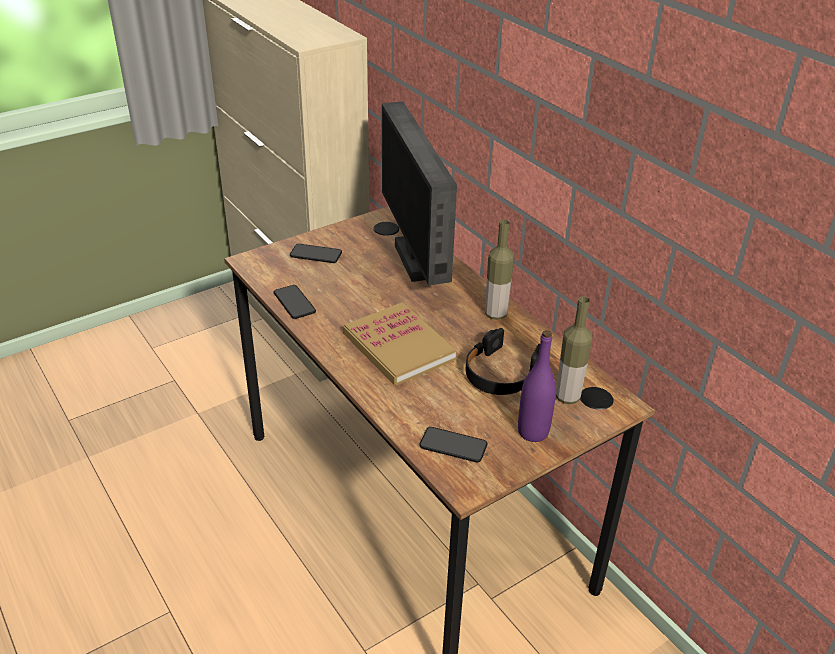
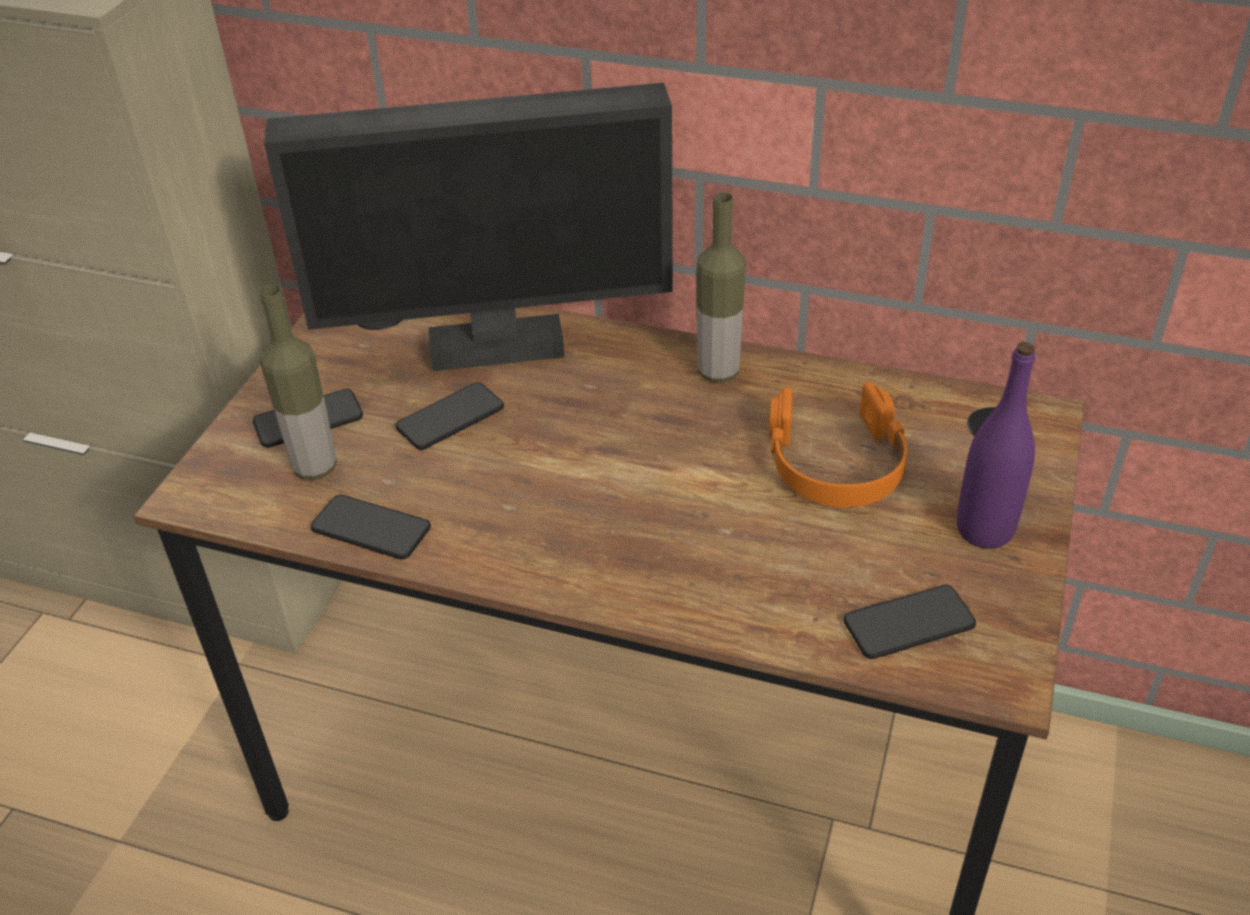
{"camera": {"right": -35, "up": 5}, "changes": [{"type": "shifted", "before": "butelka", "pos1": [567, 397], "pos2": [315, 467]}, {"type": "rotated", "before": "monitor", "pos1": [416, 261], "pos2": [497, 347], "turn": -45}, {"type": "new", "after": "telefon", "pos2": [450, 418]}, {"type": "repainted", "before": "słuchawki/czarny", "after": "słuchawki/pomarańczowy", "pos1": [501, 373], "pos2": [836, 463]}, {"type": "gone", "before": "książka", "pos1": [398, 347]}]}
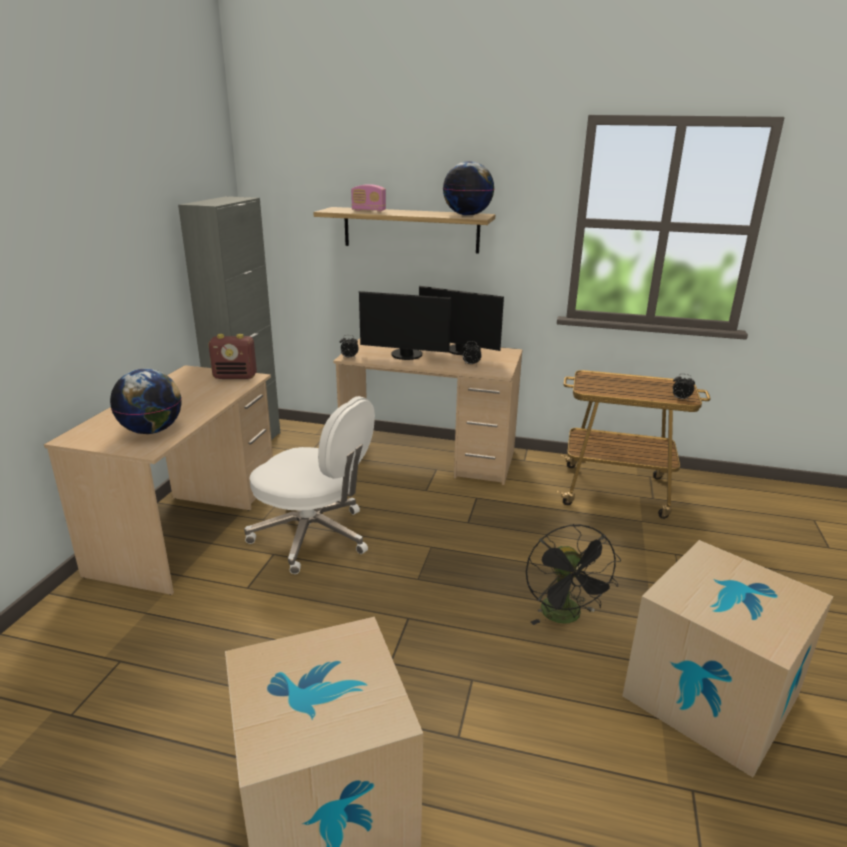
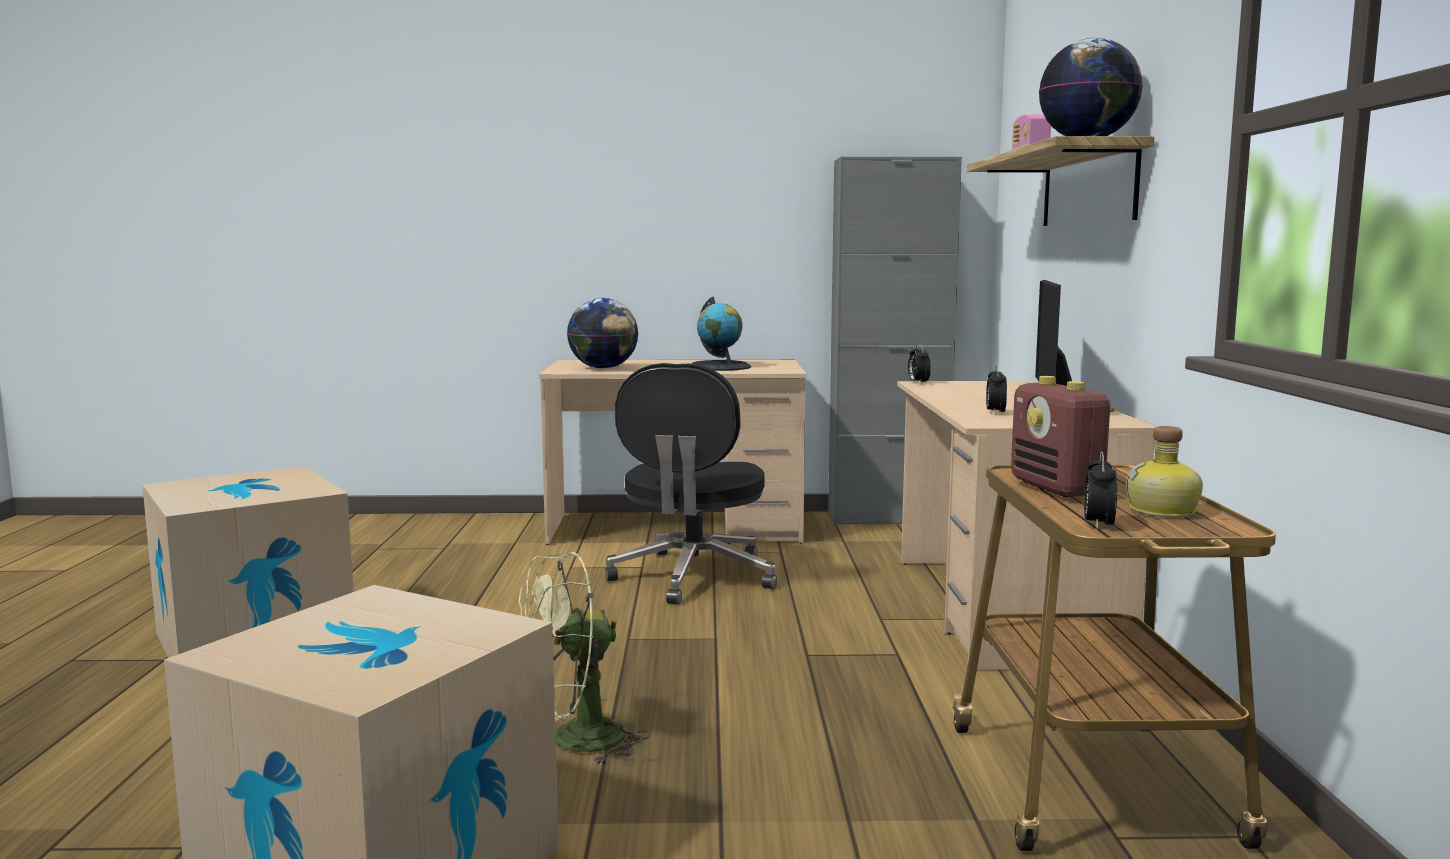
{"camera": {"right": 75, "up": -15}, "changes": [{"type": "repainted", "before": "wentylator/czarny", "after": "wentylator/zielony", "pos1": [565, 617], "pos2": [573, 742]}, {"type": "repainted", "before": "krzesło biurowe/biały", "after": "krzesło biurowe/czarny", "pos1": [314, 536], "pos2": [693, 577]}, {"type": "new", "after": "globus", "pos2": [720, 367]}, {"type": "shifted", "before": "radio", "pos1": [235, 376], "pos2": [1057, 488]}, {"type": "new", "after": "butelka", "pos2": [1164, 512]}, {"type": "gone", "before": "monitor", "pos1": [406, 356]}]}
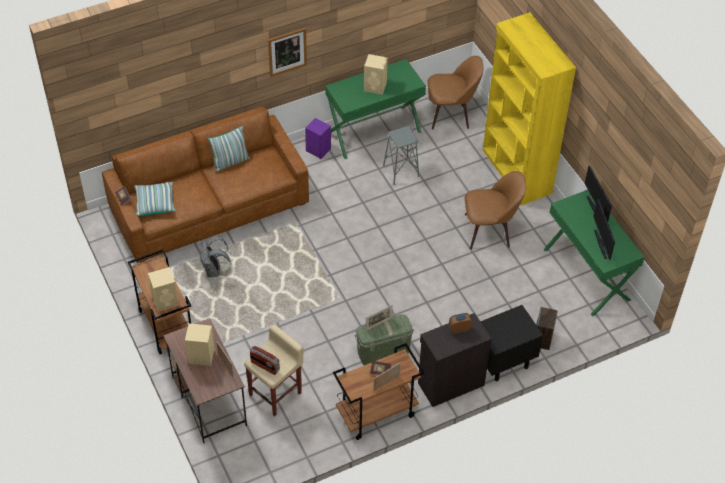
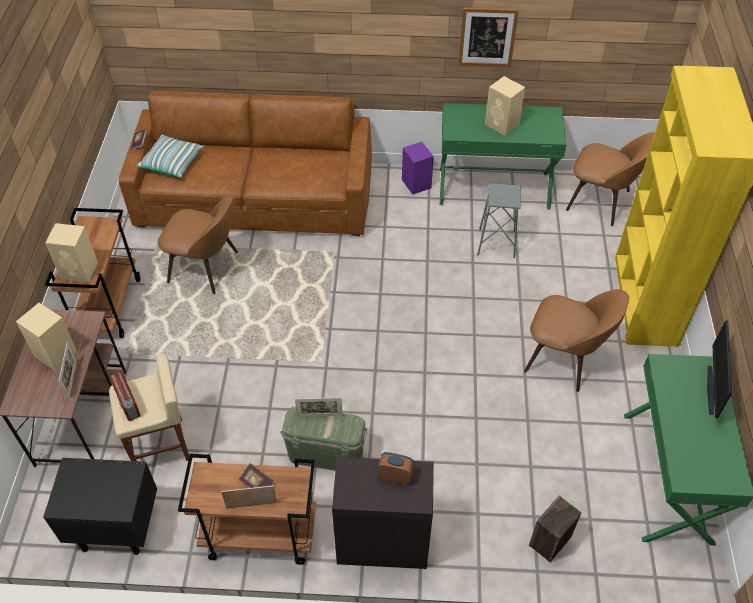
{"camera": {"right": 30, "up": 0}, "changes": [{"type": "shifted", "before": "szafka nocna/czarny", "pos1": [502, 361], "pos2": [115, 527]}, {"type": "swapped", "before": "plecak/szary", "after": "krzesło/brązowy", "pos1": [214, 270], "pos2": [206, 268]}, {"type": "shifted", "before": "obraz", "pos1": [287, 51], "pos2": [487, 37]}, {"type": "gone", "before": "poduszka", "pos1": [230, 162]}, {"type": "gone", "before": "monitor", "pos1": [601, 244]}]}
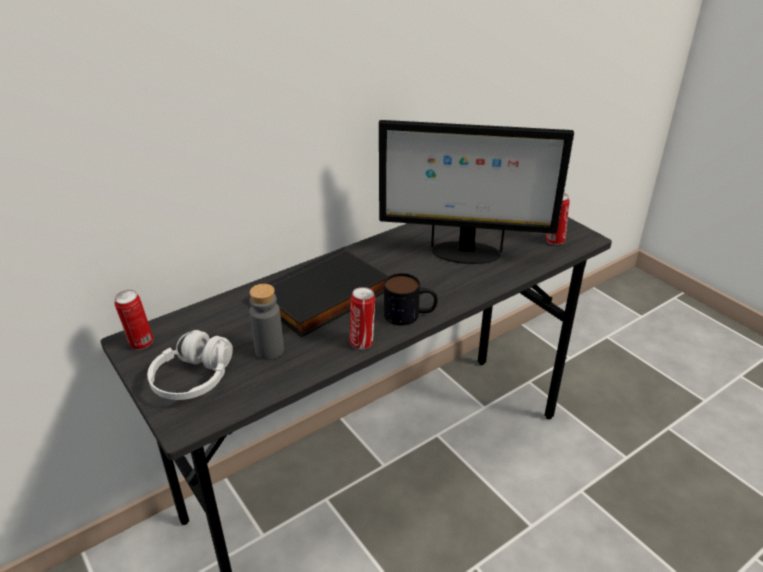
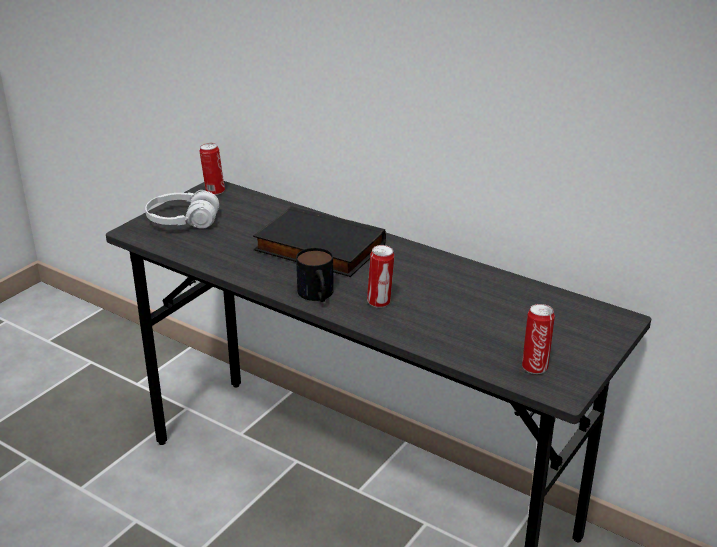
{"camera": {"right": 70, "up": -5}, "changes": [{"type": "shifted", "before": "puszka", "pos1": [362, 342], "pos2": [380, 302]}, {"type": "gone", "before": "butelka/szary", "pos1": [269, 350]}, {"type": "gone", "before": "monitor", "pos1": [464, 253]}]}
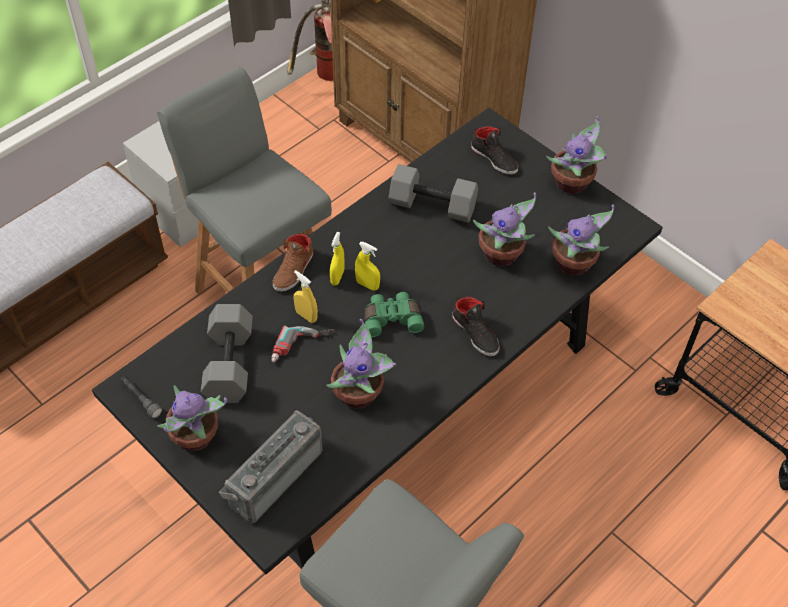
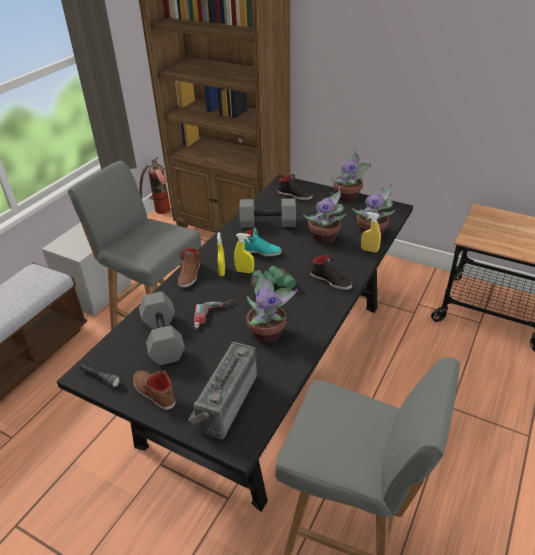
{"camera": {"right": -15, "up": -15}, "changes": [{"type": "swapped", "before": "roślina doniczkowa", "after": "but/brązowy", "pos1": [196, 438], "pos2": [153, 392]}, {"type": "new", "after": "but/turkusowy", "pos2": [260, 251]}, {"type": "shifted", "before": "spryskiwacz/żółty", "pos1": [306, 316], "pos2": [369, 250]}]}
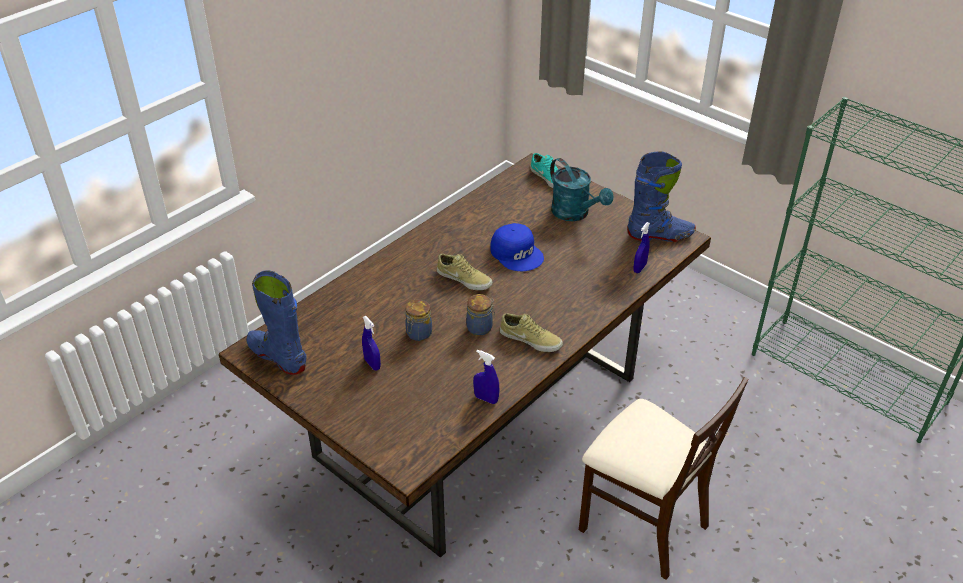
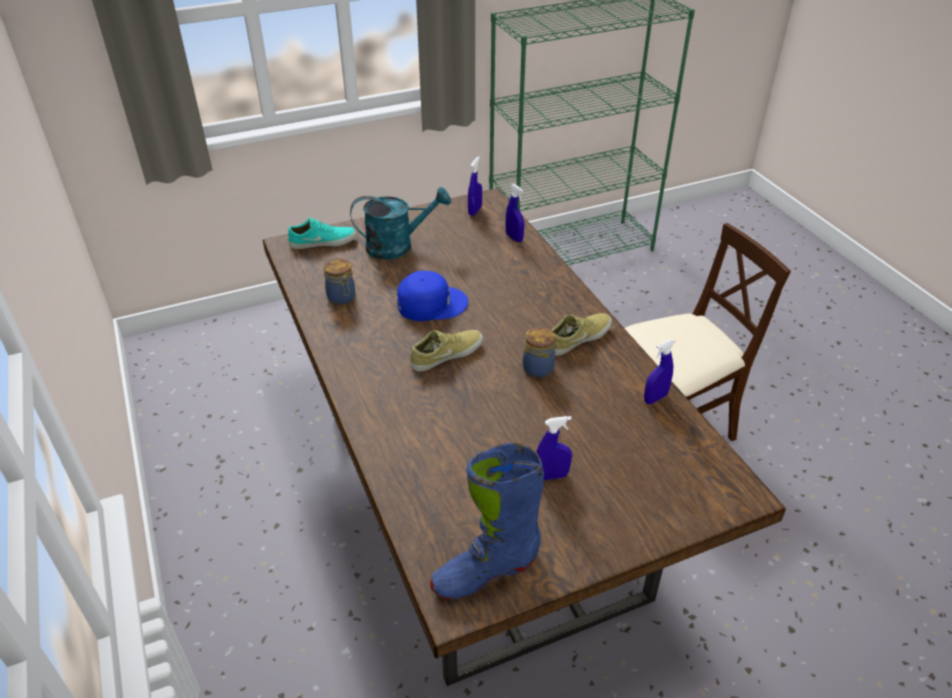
{"camera": {"right": -65, "up": 0}, "changes": [{"type": "shifted", "before": "słoik", "pos1": [418, 334], "pos2": [342, 298]}, {"type": "swapped", "before": "but z cholewką/niebieski", "after": "spryskiwacz/niebieski", "pos1": [660, 235], "pos2": [475, 211]}]}
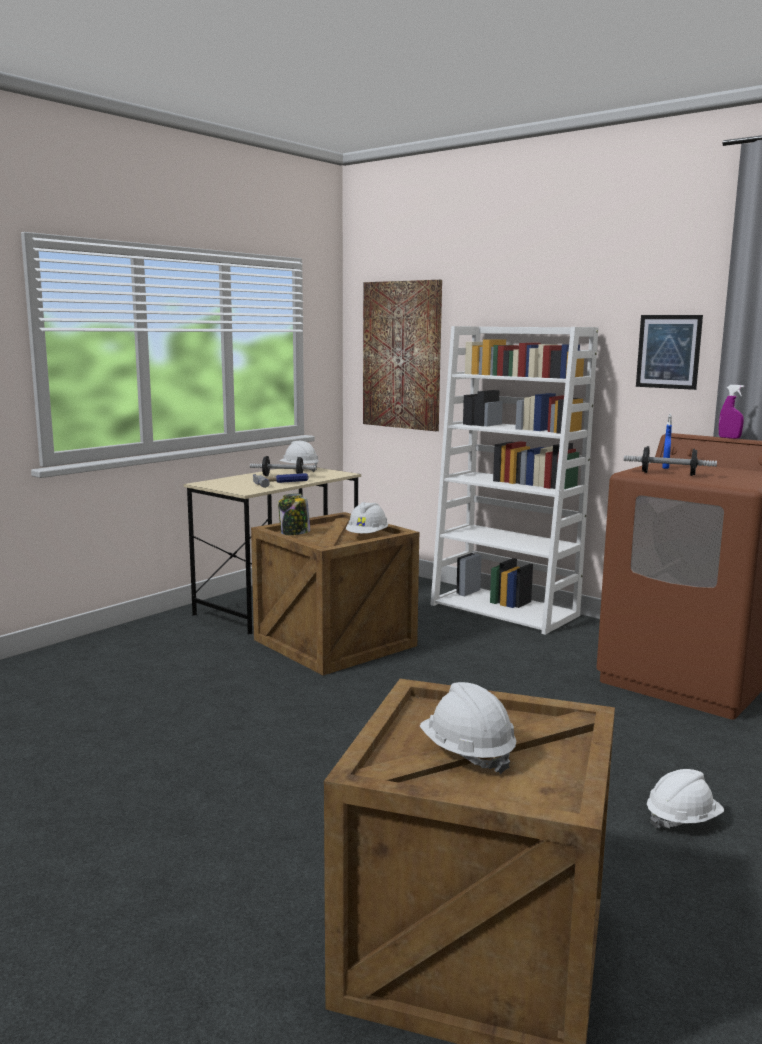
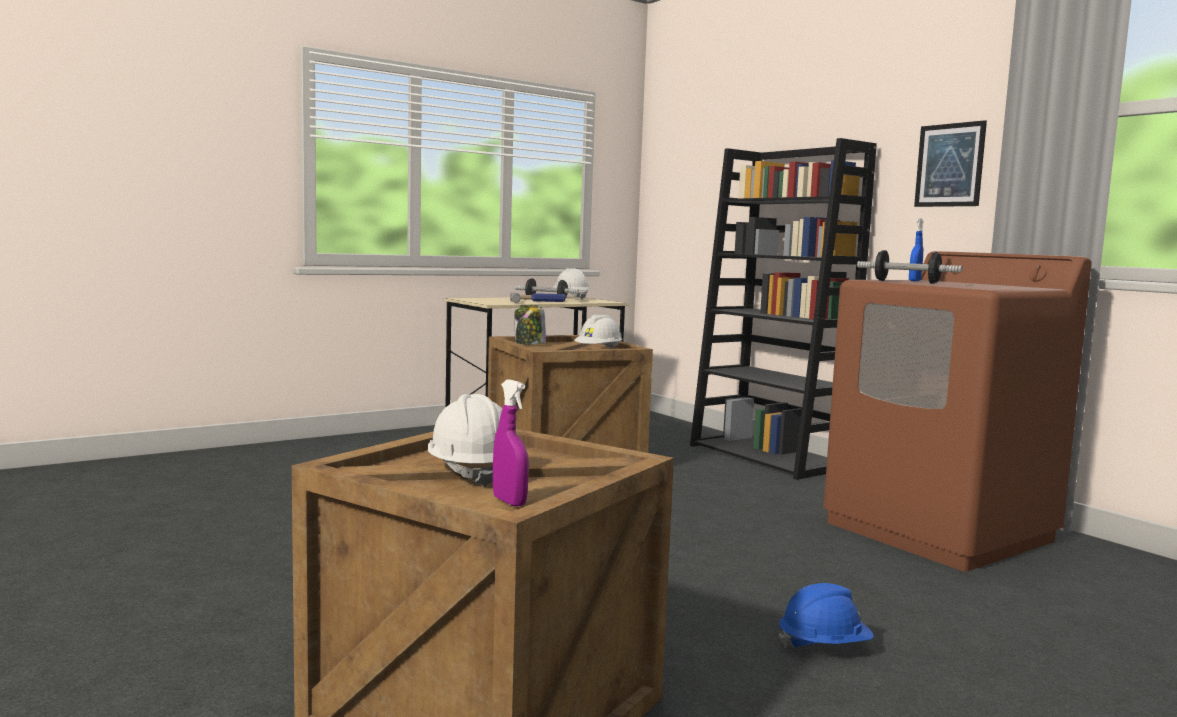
{"camera": {"right": 15, "up": -5}, "changes": [{"type": "shifted", "before": "spryskiwacz/fioletowy", "pos1": [729, 438], "pos2": [509, 502]}, {"type": "repainted", "before": "regał/biały", "after": "regał/czarny", "pos1": [506, 610], "pos2": [769, 457]}, {"type": "repainted", "before": "kask/biały", "after": "kask/niebieski", "pos1": [682, 820], "pos2": [824, 646]}, {"type": "gone", "before": "obraz", "pos1": [402, 355]}]}
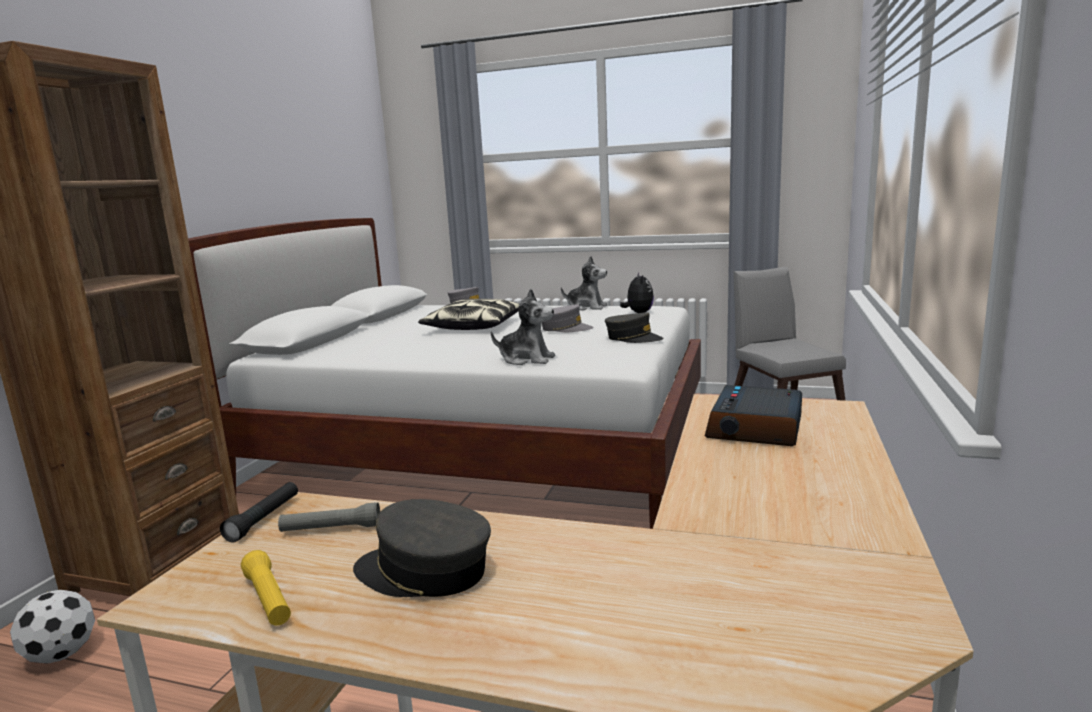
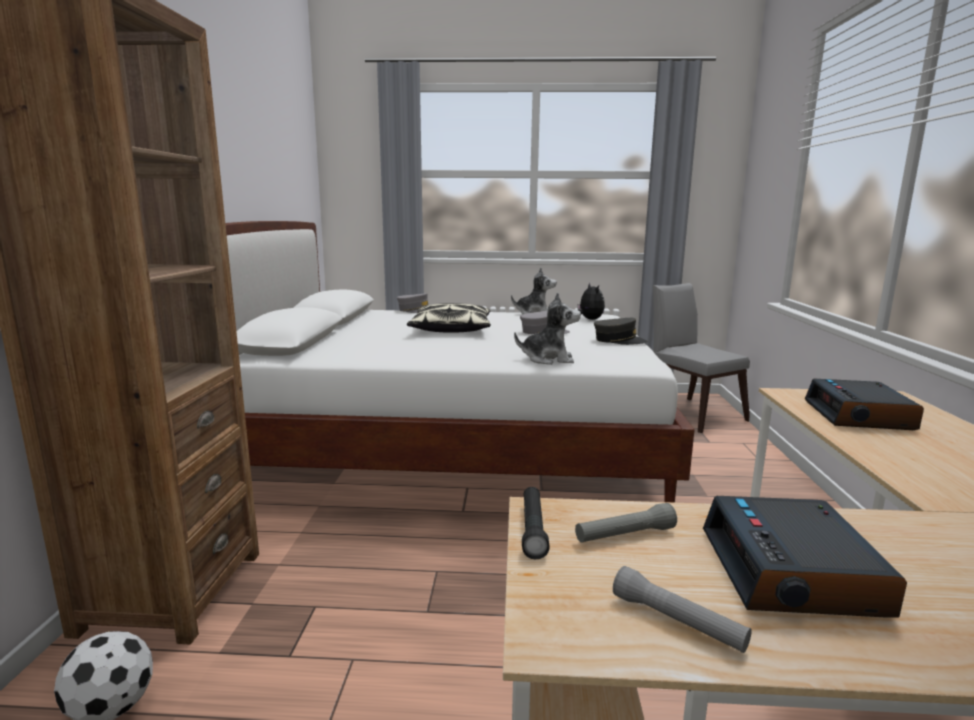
{"camera": {"right": -15, "up": 0}, "changes": [{"type": "repainted", "before": "latarka/żółty", "after": "latarka/szary", "pos1": [268, 599], "pos2": [677, 622]}, {"type": "swapped", "before": "czapka z daszkiem/szary", "after": "budzik", "pos1": [424, 571], "pos2": [792, 573]}]}
